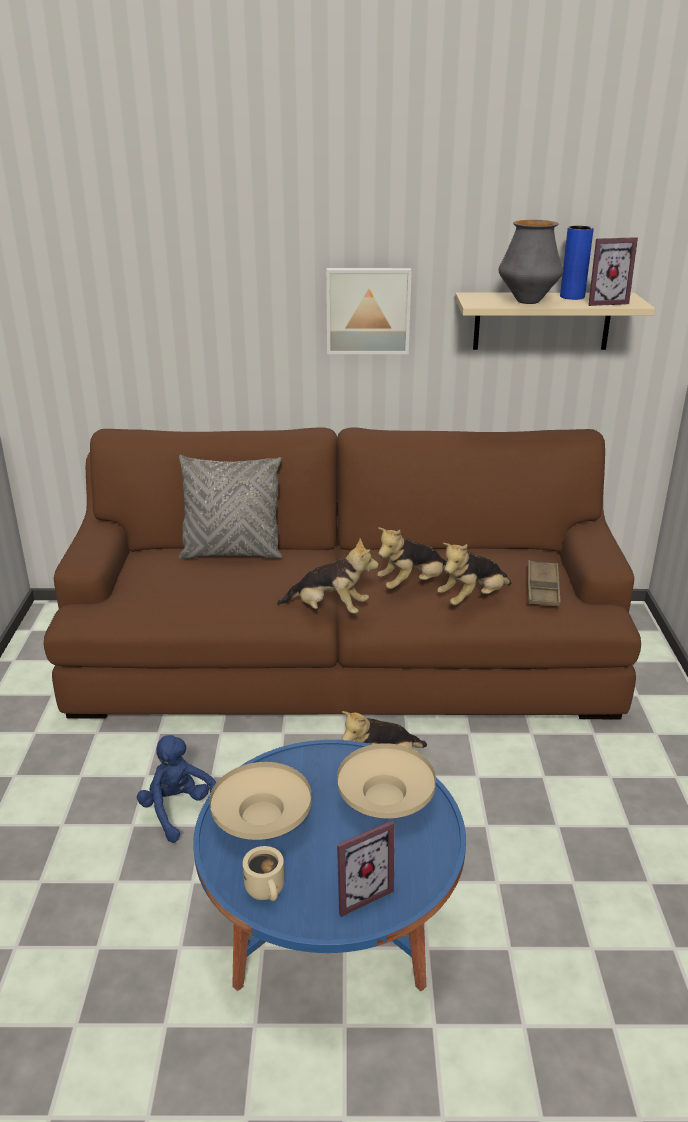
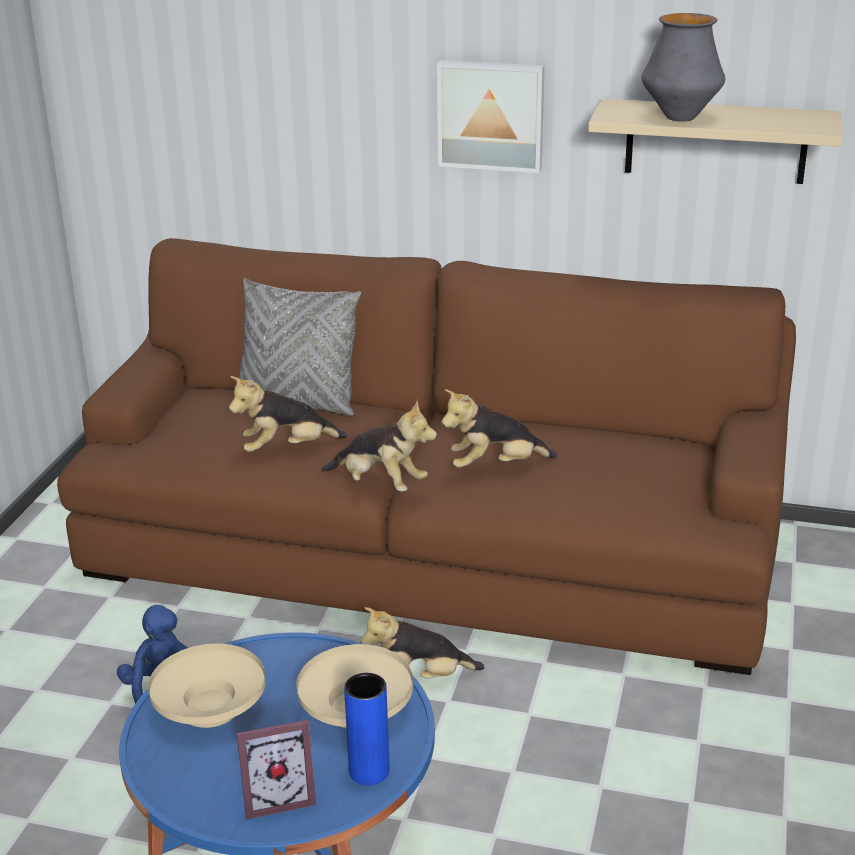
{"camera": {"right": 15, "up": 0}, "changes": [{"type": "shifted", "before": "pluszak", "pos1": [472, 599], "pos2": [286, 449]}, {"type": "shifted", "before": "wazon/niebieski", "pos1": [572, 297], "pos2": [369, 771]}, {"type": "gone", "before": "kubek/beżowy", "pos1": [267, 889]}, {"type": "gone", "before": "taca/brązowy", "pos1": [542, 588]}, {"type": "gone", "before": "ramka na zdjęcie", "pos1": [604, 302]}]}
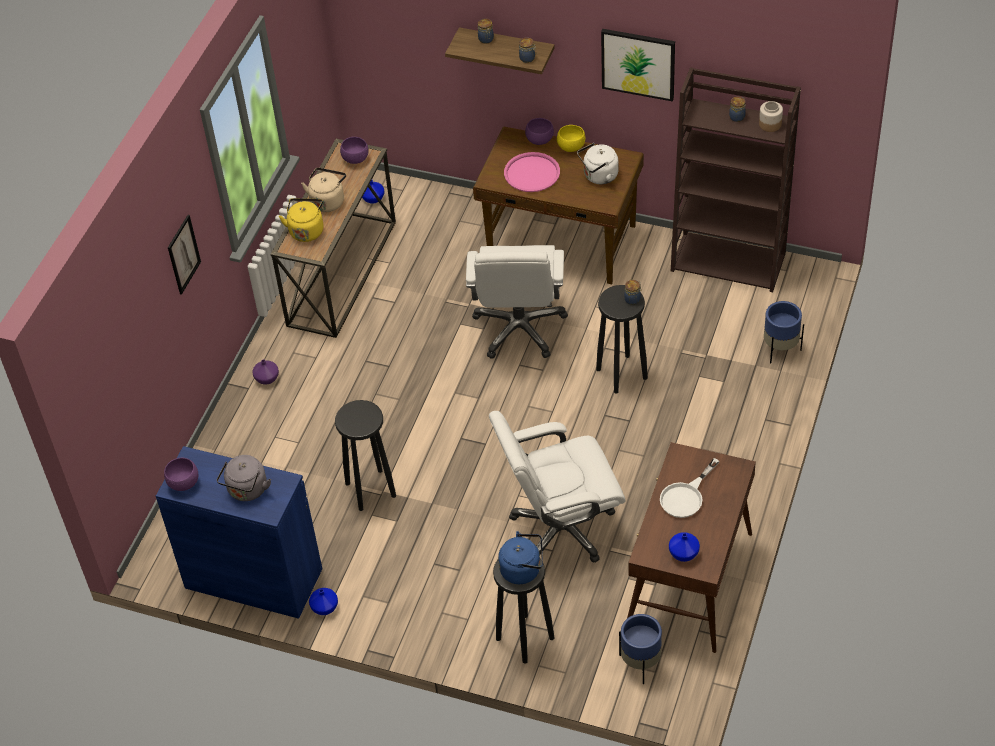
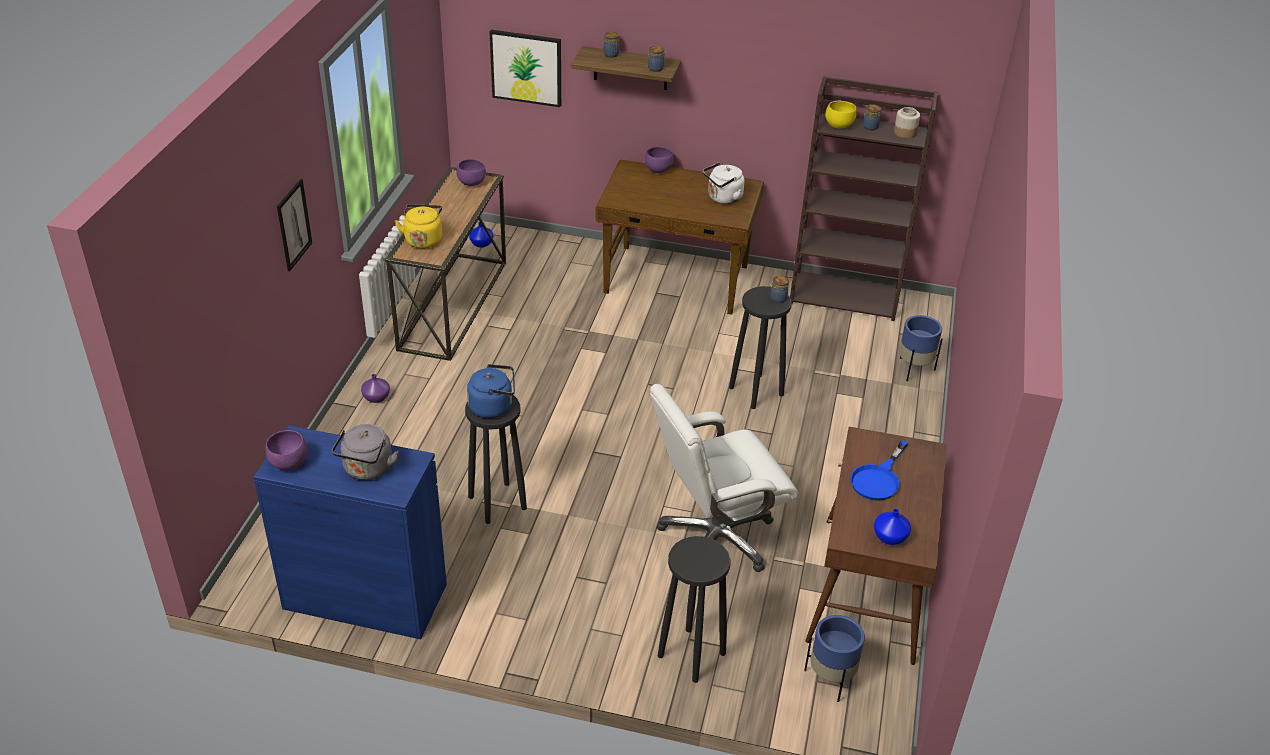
{"camera": {"right": -10, "up": -10}, "changes": [{"type": "shifted", "before": "czajnik/niebieski", "pos1": [523, 569], "pos2": [493, 406]}, {"type": "shifted", "before": "obraz", "pos1": [638, 63], "pos2": [526, 67]}, {"type": "shifted", "before": "miska/żółty", "pos1": [571, 147], "pos2": [838, 125]}, {"type": "repainted", "before": "patelnia/biały", "after": "patelnia/niebieski", "pos1": [686, 496], "pos2": [878, 479]}, {"type": "gone", "before": "czajnik/beżowy", "pos1": [328, 201]}, {"type": "gone", "before": "wazon/niebieski", "pos1": [324, 608]}, {"type": "gone", "before": "krzesło biurowe/biały", "pos1": [519, 328]}, {"type": "gone", "before": "taca/różowy", "pos1": [532, 173]}]}
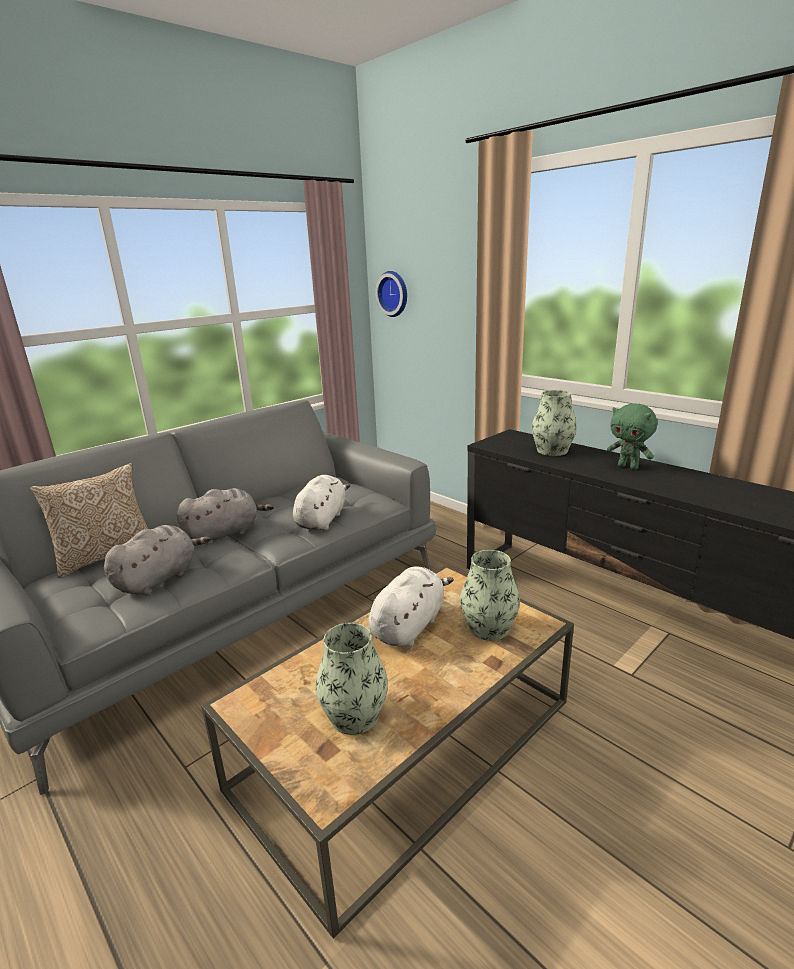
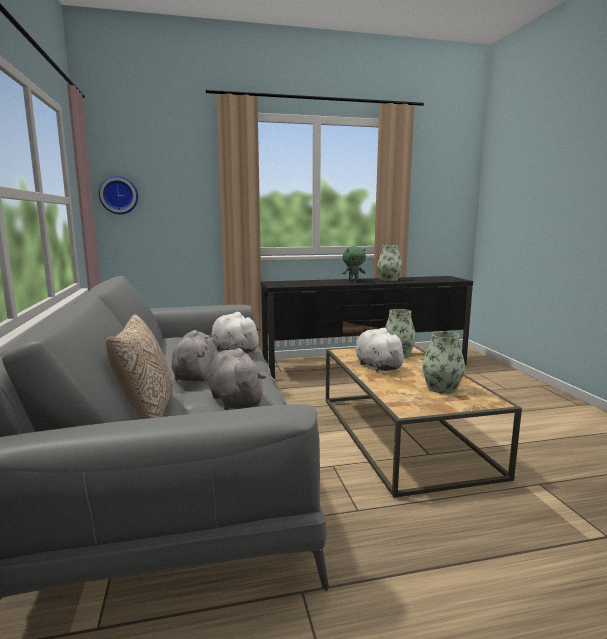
{"camera": {"right": -60, "up": -10}, "changes": [{"type": "shifted", "before": "wazon", "pos1": [552, 451], "pos2": [389, 280]}]}
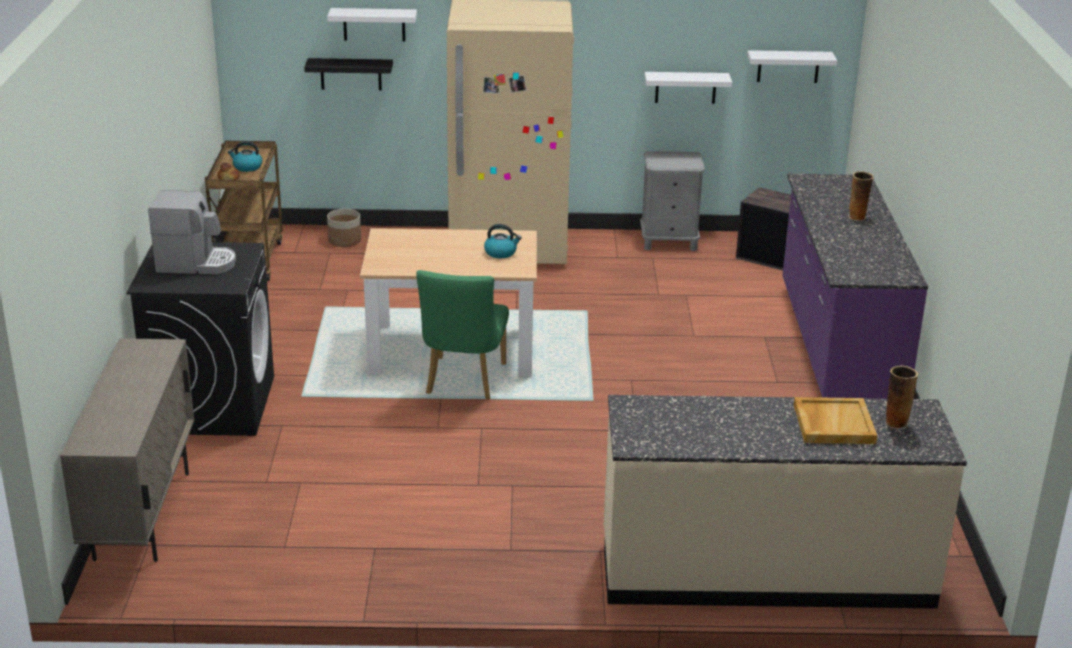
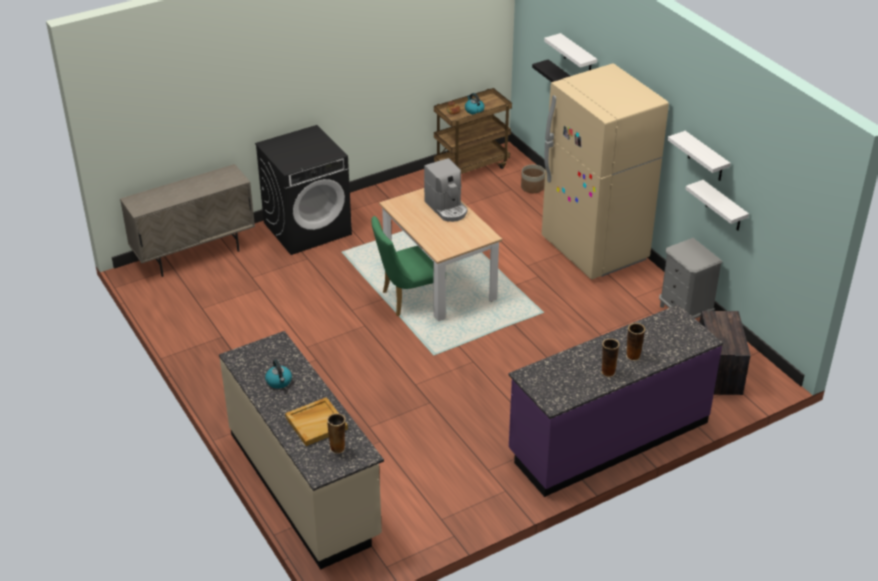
{"camera": {"right": 60, "up": 10}, "changes": [{"type": "shifted", "before": "czajnik", "pos1": [501, 253], "pos2": [279, 382]}, {"type": "shifted", "before": "ekspres do kawy", "pos1": [196, 264], "pos2": [447, 208]}, {"type": "new", "after": "wazon", "pos2": [607, 372]}, {"type": "shifted", "before": "półka/biały", "pos1": [788, 66], "pos2": [705, 157]}]}
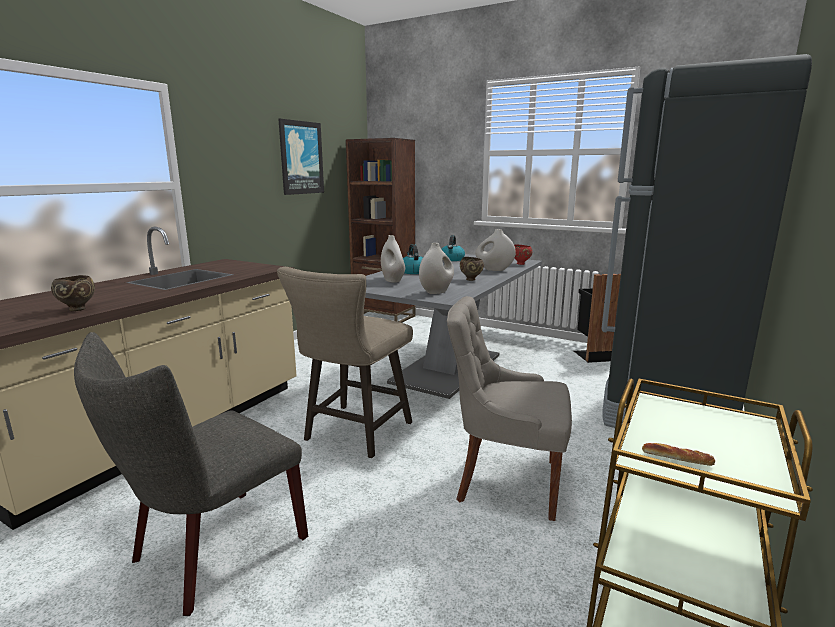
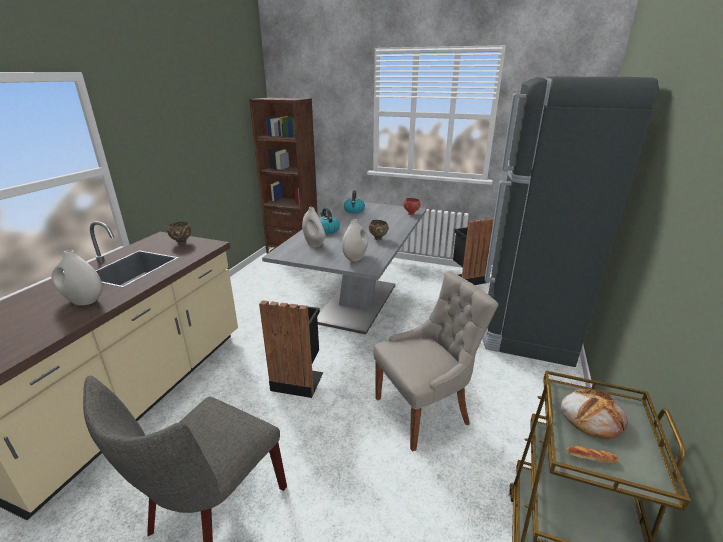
{"camera": {"right": -10, "up": 10}, "changes": [{"type": "shifted", "before": "wazon/biały", "pos1": [494, 270], "pos2": [83, 301]}, {"type": "shifted", "before": "miska/brązowy", "pos1": [78, 309], "pos2": [182, 243]}, {"type": "swapped", "before": "stołek/beżowy", "after": "kosz na śmieci/czarny", "pos1": [353, 434], "pos2": [298, 379]}, {"type": "rotated", "before": "krzesło/szary", "pos1": [505, 481], "pos2": [424, 411], "turn": 150}, {"type": "new", "after": "chleb", "pos2": [592, 416]}, {"type": "gone", "before": "obraz", "pos1": [301, 158]}]}
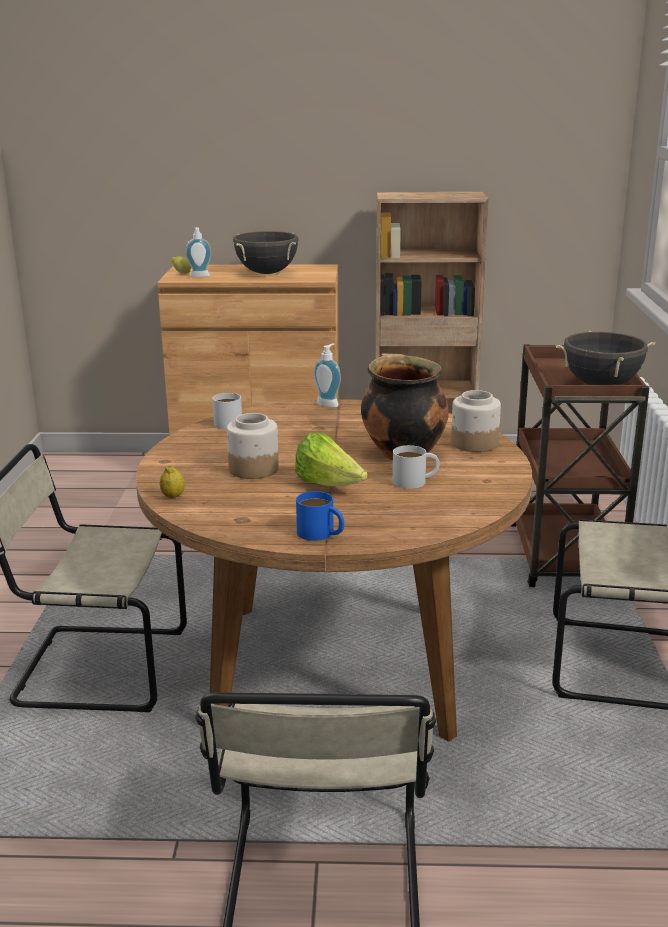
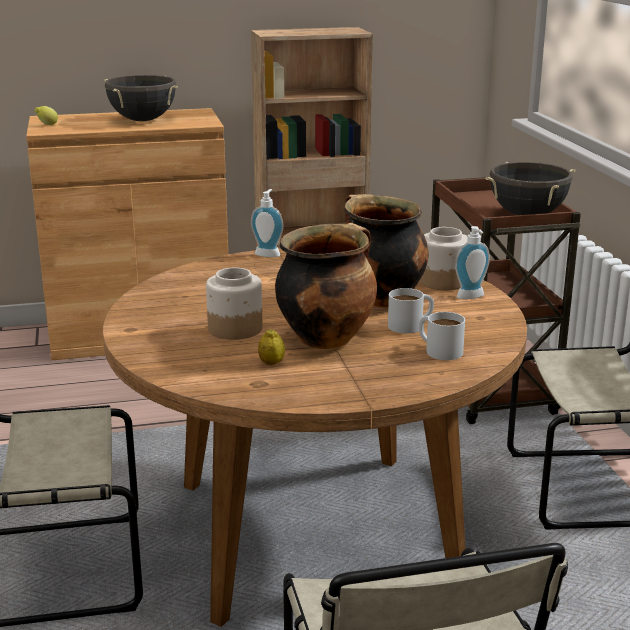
{"camera": {"right": -15, "up": 0}, "changes": [{"type": "shifted", "before": "cytryna", "pos1": [173, 496], "pos2": [271, 363]}, {"type": "swapped", "before": "sałata", "after": "garnek", "pos1": [329, 485], "pos2": [326, 338]}, {"type": "shifted", "before": "kubek/biały", "pos1": [225, 422], "pos2": [438, 349]}, {"type": "shifted", "before": "dozownik mydła", "pos1": [199, 276], "pos2": [472, 297]}, {"type": "gone", "before": "kubek/niebieski", "pos1": [321, 534]}]}
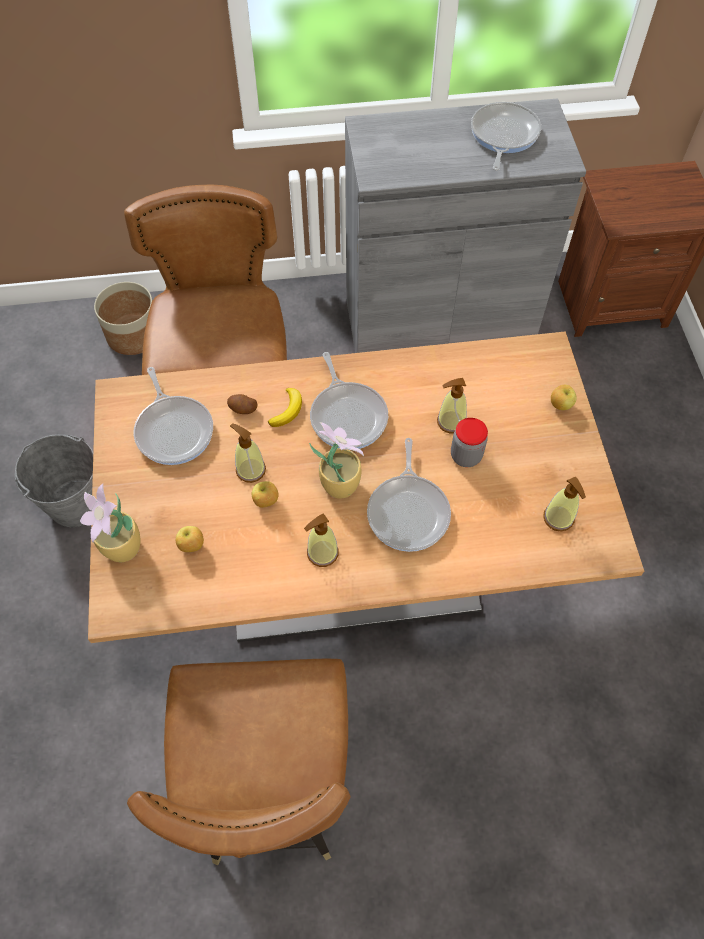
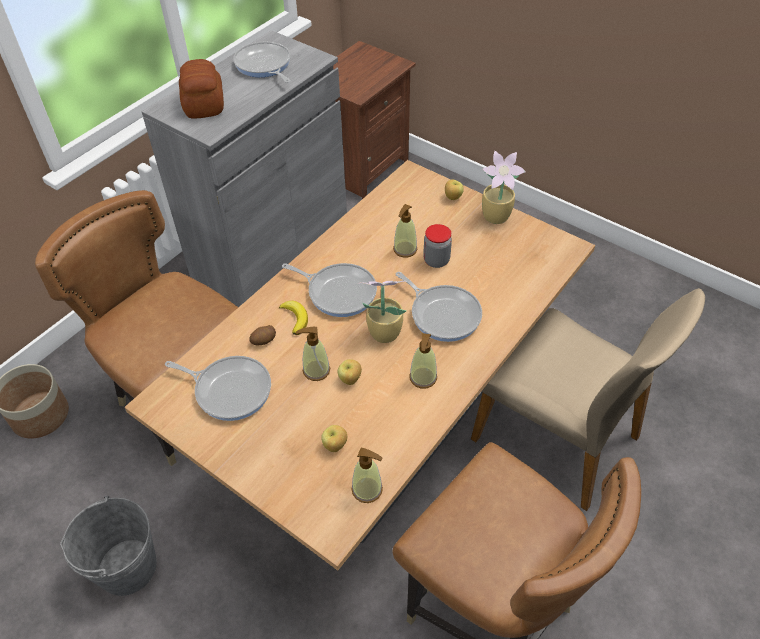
{"camera": {"right": -45, "up": -10}, "changes": [{"type": "new", "after": "chleb", "pos2": [203, 104]}, {"type": "shifted", "before": "dozownik mydła", "pos1": [558, 518], "pos2": [367, 489]}, {"type": "new", "after": "krzesło/beżowy", "pos2": [558, 437]}, {"type": "shifted", "before": "roślina doniczkowa", "pos1": [123, 549], "pos2": [497, 217]}]}
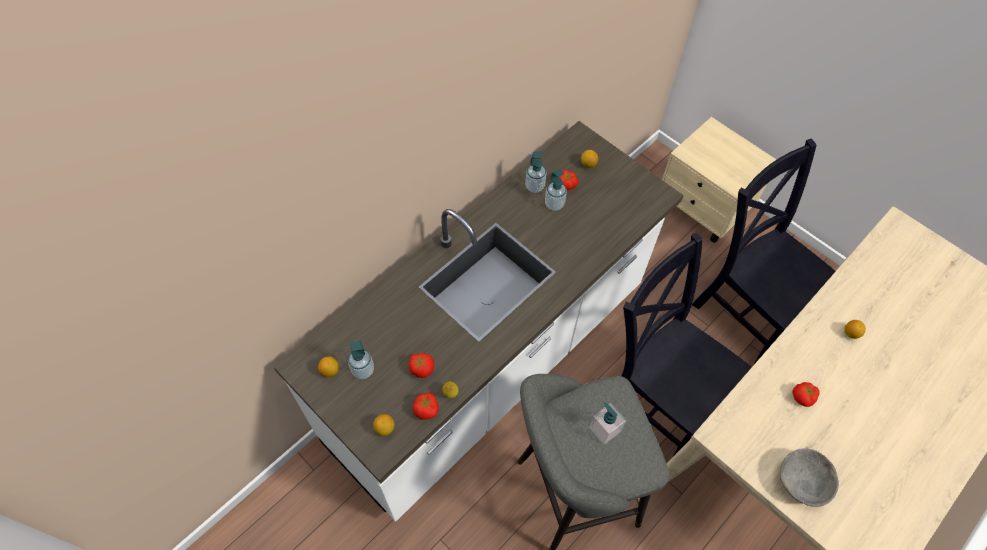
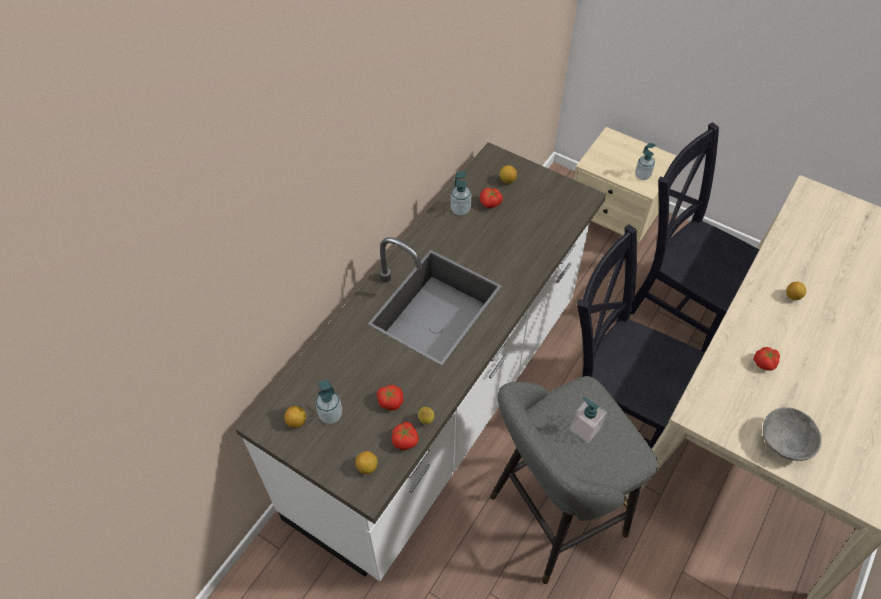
{"camera": {"right": -10, "up": -5}, "changes": [{"type": "shifted", "before": "dozownik mydła", "pos1": [554, 204], "pos2": [642, 175]}]}
